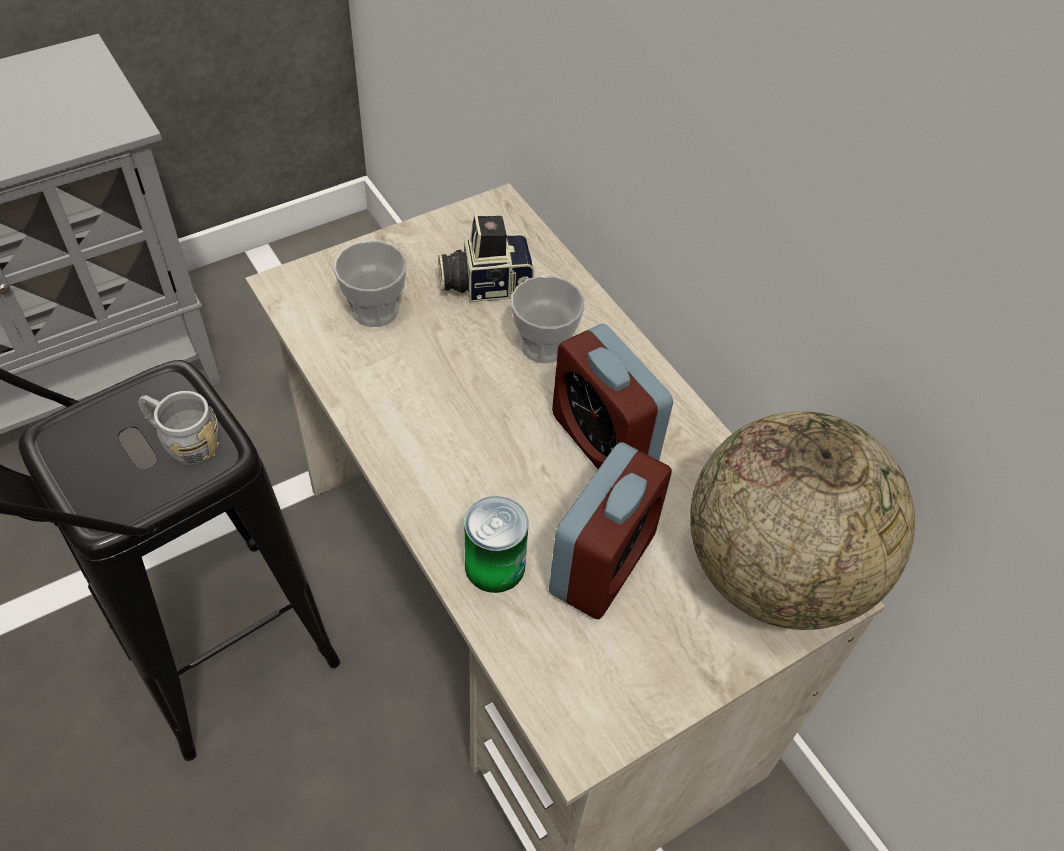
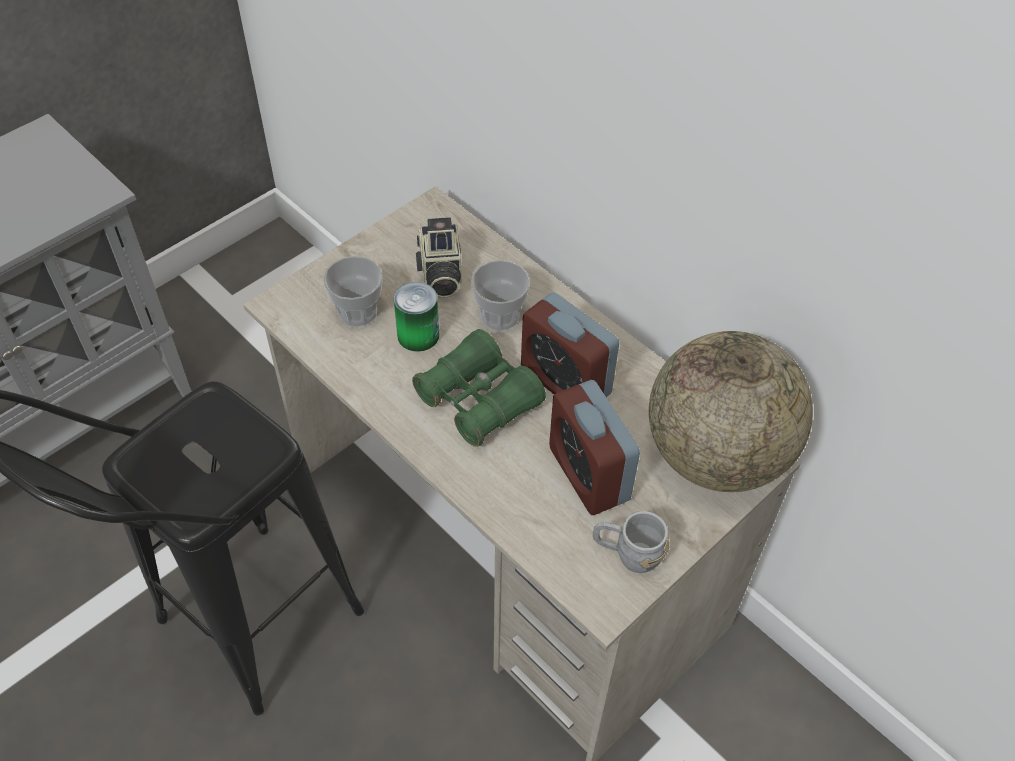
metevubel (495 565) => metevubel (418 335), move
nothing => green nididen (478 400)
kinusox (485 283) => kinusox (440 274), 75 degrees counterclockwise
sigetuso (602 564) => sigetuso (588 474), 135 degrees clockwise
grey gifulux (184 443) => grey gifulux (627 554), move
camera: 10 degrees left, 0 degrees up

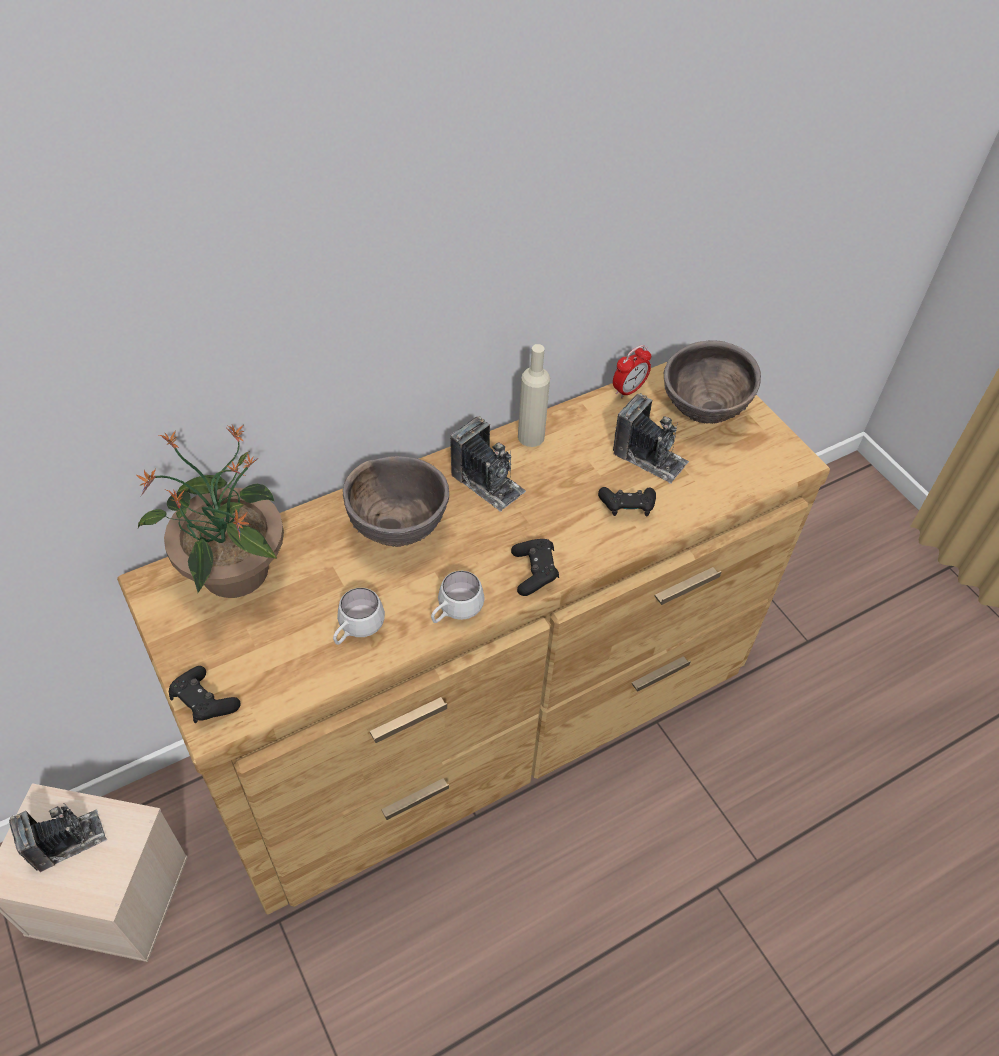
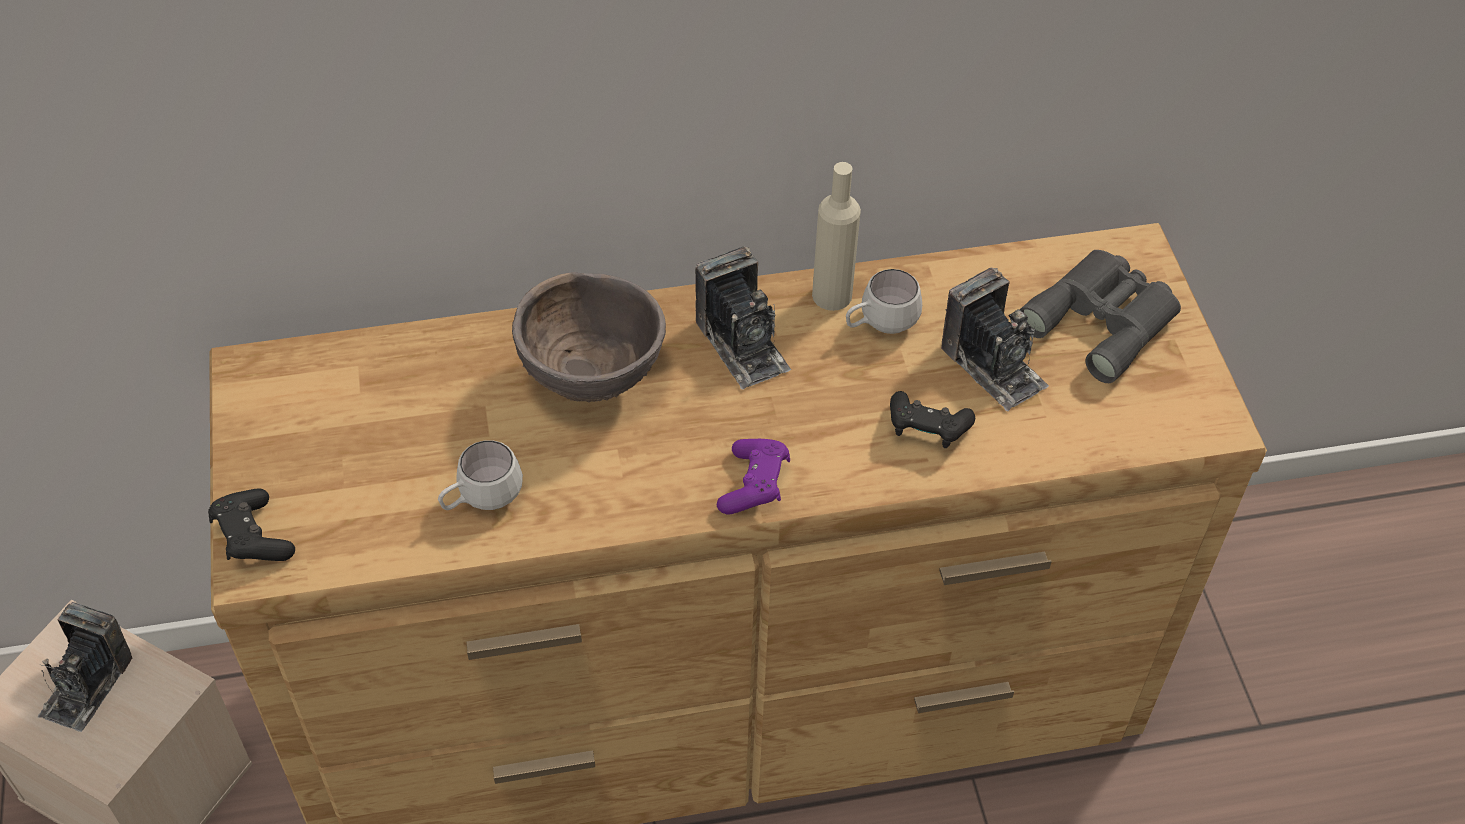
kinusox (67 840) => kinusox (87 685), 120 degrees clockwise
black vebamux (534 572) => purple vebamux (754 486)
white gifulux (455 612) => white gifulux (880 324), move
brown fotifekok (702 412) => grey nididen (1104 320)
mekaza (234 573) => nothing
sigetuso (628 390) => nothing
camera: 20 degrees right, 0 degrees up

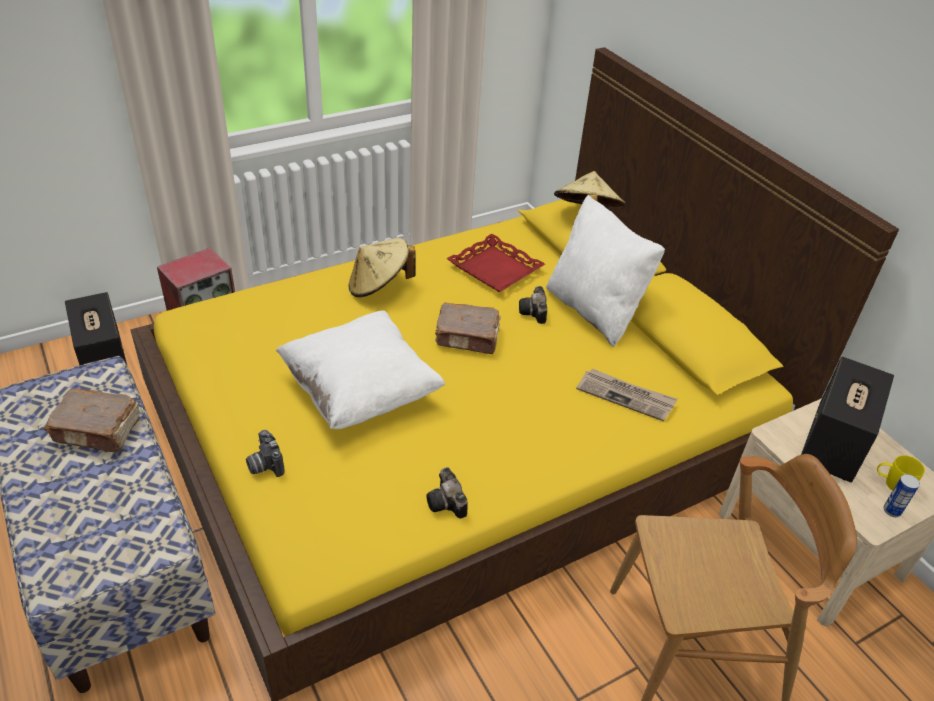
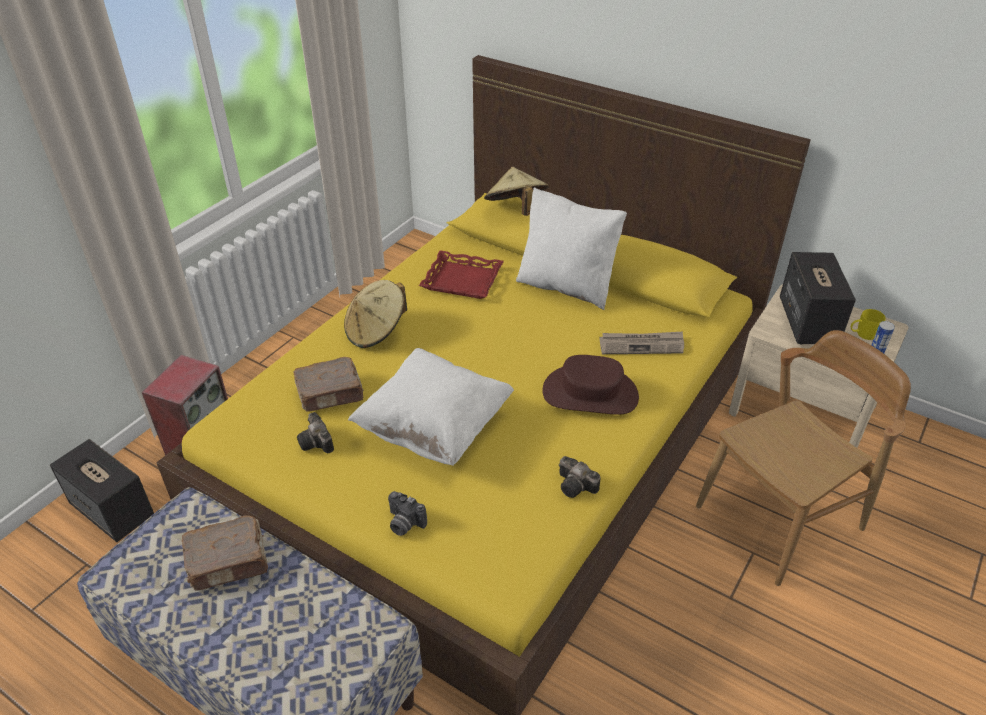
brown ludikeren (468 338) => brown ludikeren (331 394), move
kinusox (534 313) => kinusox (317 443), move
nothing => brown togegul (590 393)
camera: 25 degrees left, 0 degrees up

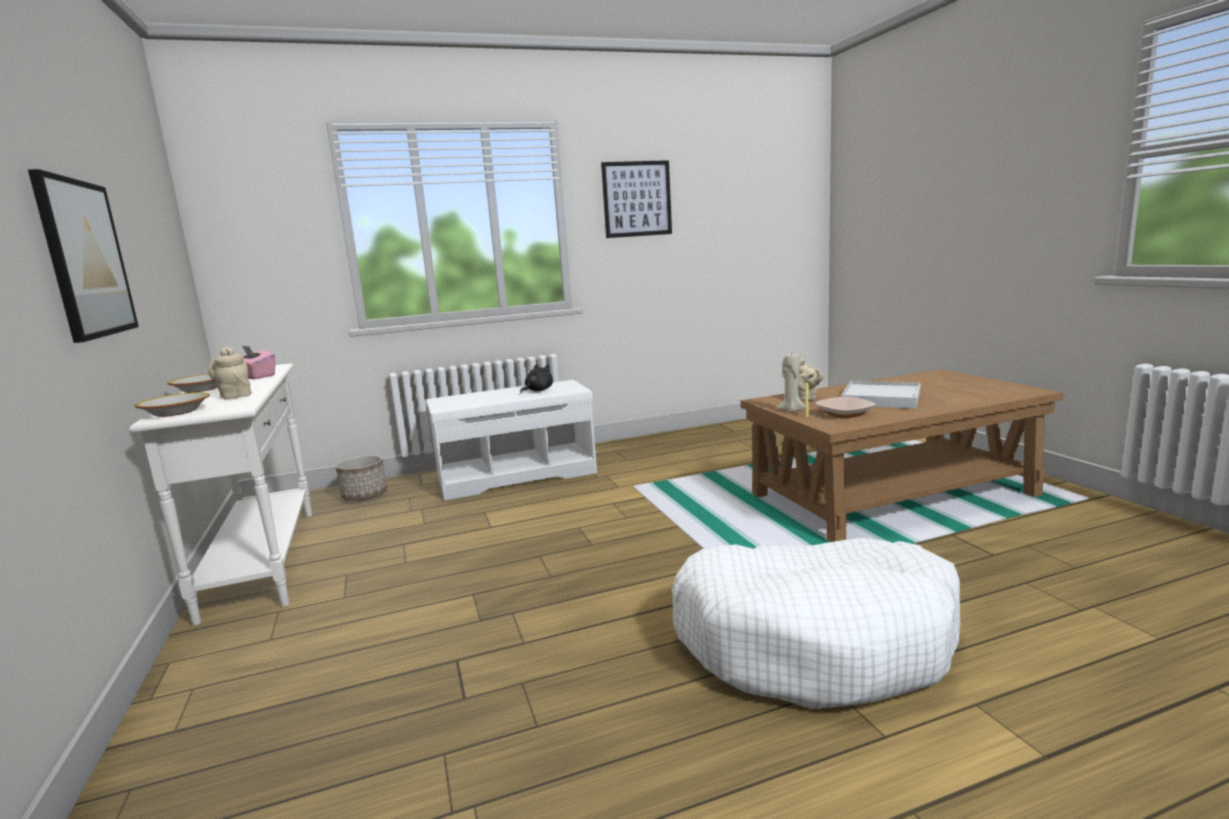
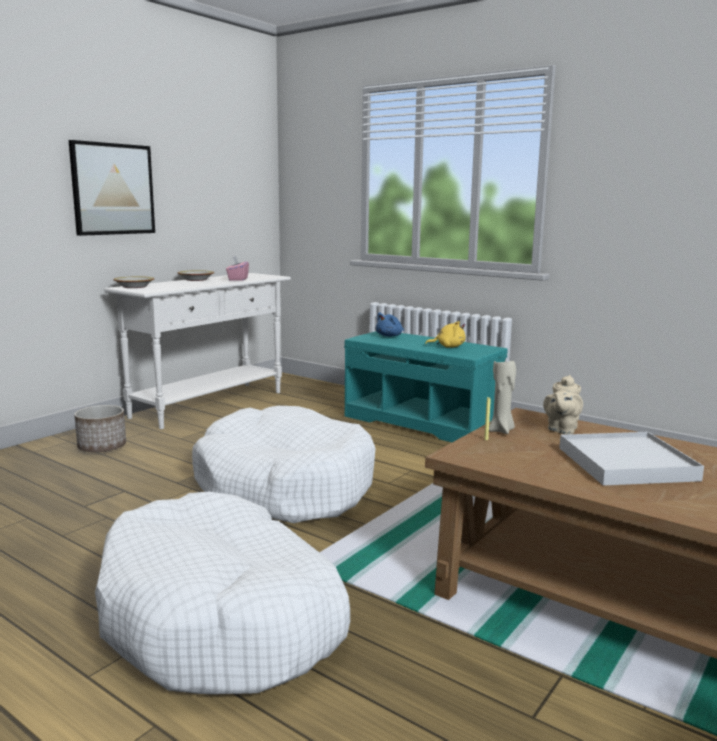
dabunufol (365 495) => dabunufol (102 447), move
nothing => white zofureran (284 486)
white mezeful (517 475) => turquoise mezeful (423 422)
nothing => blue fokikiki (390 336)
black fokikiki (537 390) => yellow fokikiki (448 347)
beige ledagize (235 396) => nothing
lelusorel (637 199) => nothing
fotifekok (844 414) => nothing
camera: 55 degrees right, 0 degrees up

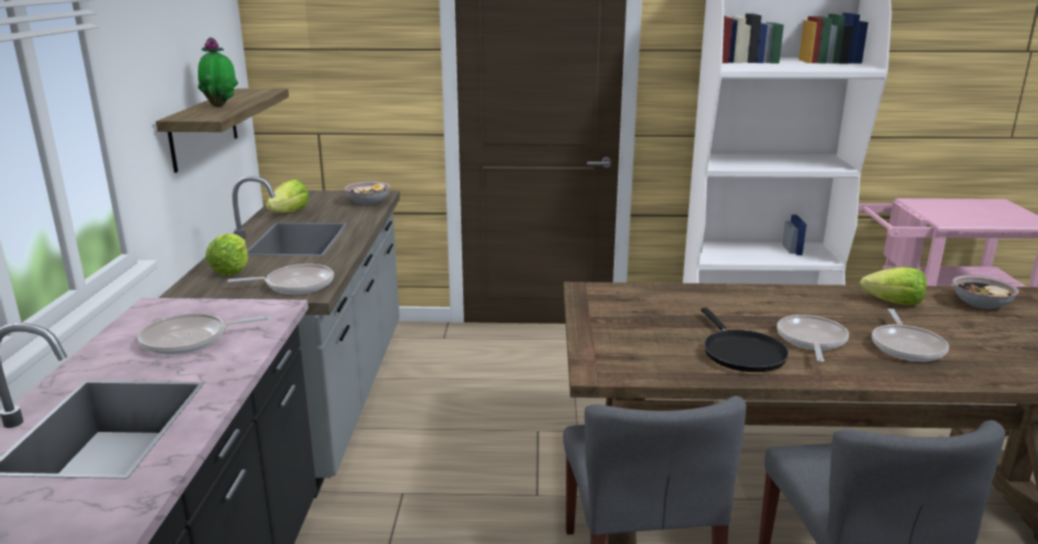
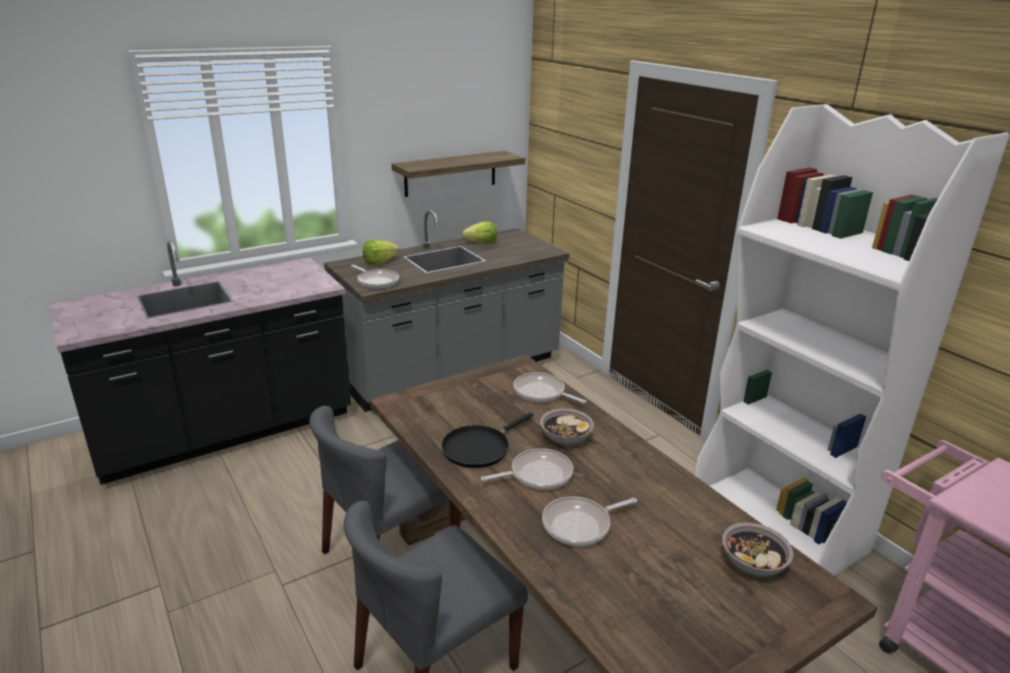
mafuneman (190 340) => mafuneman (541 393), move
fotifekok (368 202) => fotifekok (565 437), move
mekaza (221 106) => nothing
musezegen (894 302) => nothing
camera: 55 degrees right, 5 degrees up

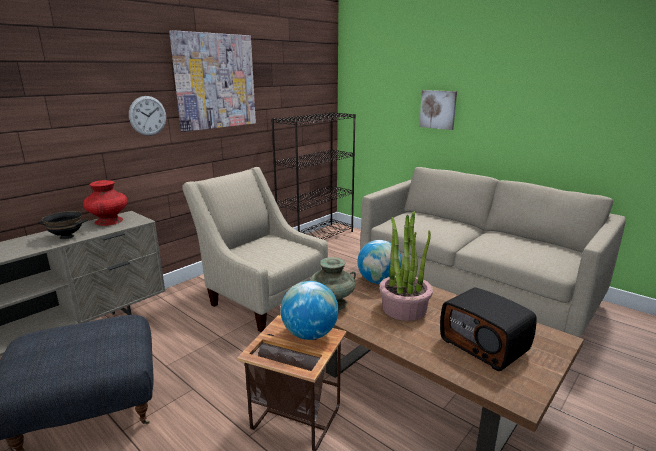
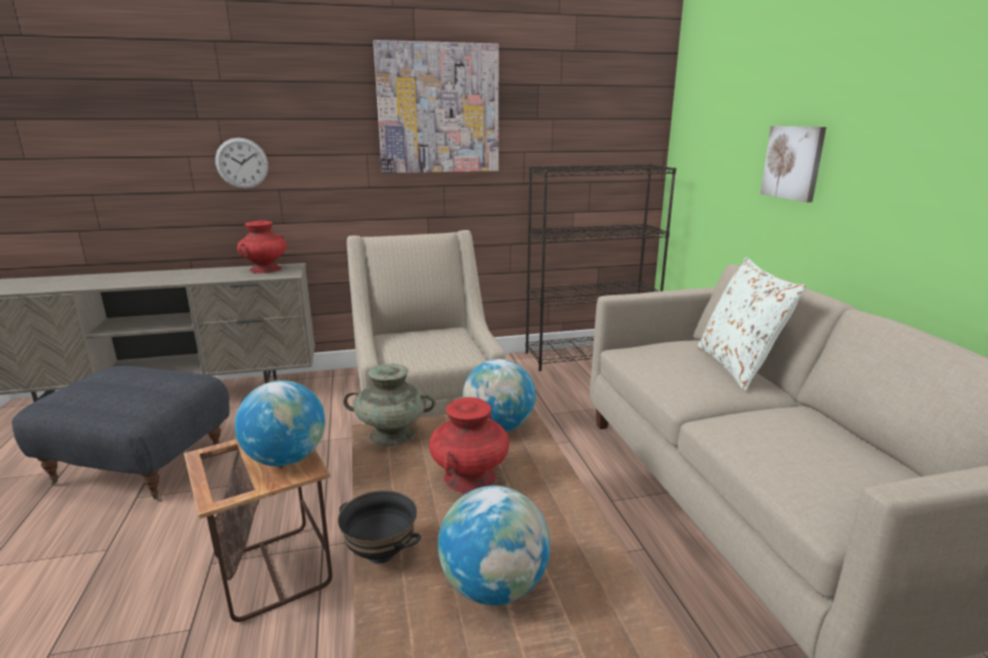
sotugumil (147 116) => sotugumil (242 163), move
black fotifekok (67 236) => black fotifekok (382 553), move
mekaza (404 308) => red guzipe (470 477)
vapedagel (484 345) => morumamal (494 587)
nothing => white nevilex (737 367)
camera: 35 degrees right, 0 degrees up

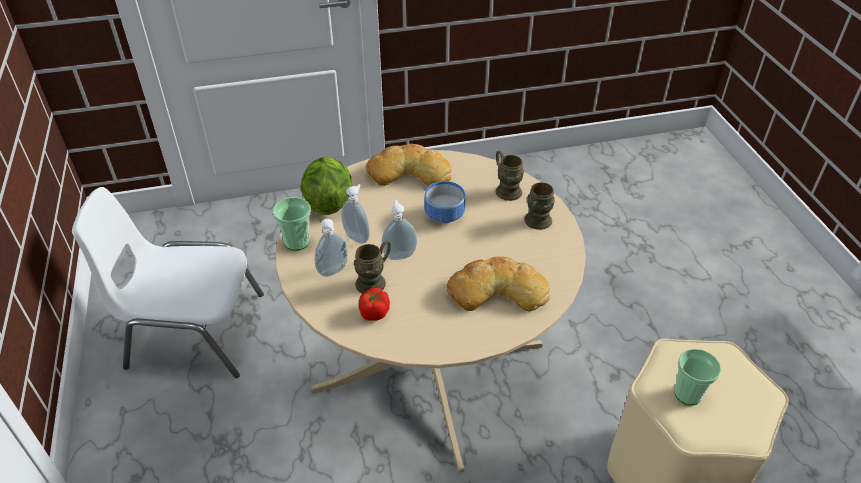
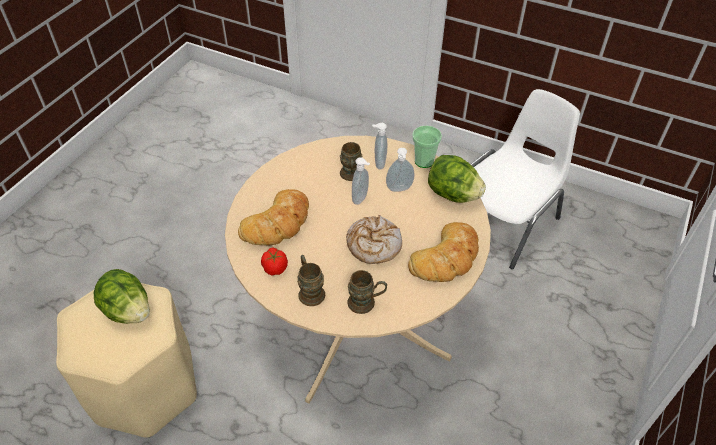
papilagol (687 394) => musezegen (128 311)
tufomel (374 313) => tufomel (275 268), move
fotifekok (445 216) => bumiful (373 245)
camera: 130 degrees right, 5 degrees up

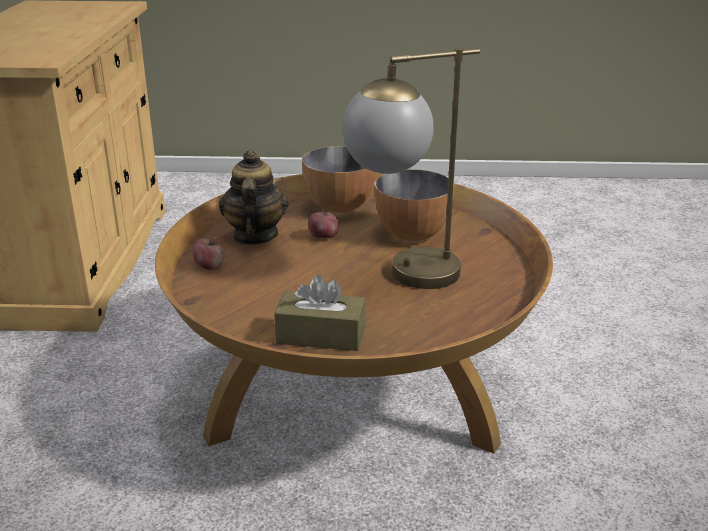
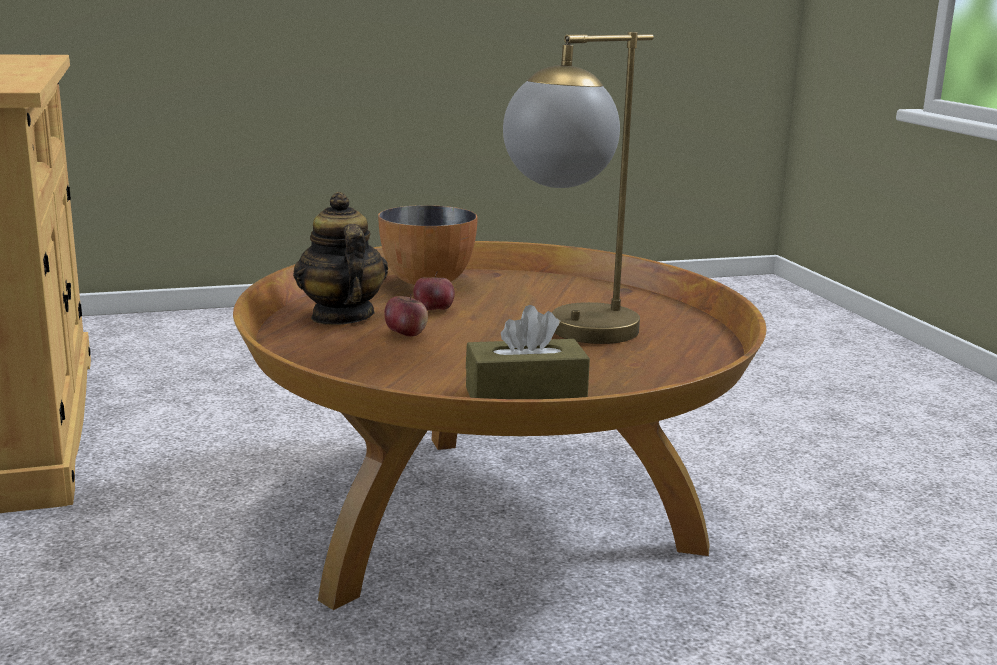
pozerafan (210 266) => pozerafan (406 334), move
fotifekok (412 234) => nothing
camera: 20 degrees left, 10 degrees down

